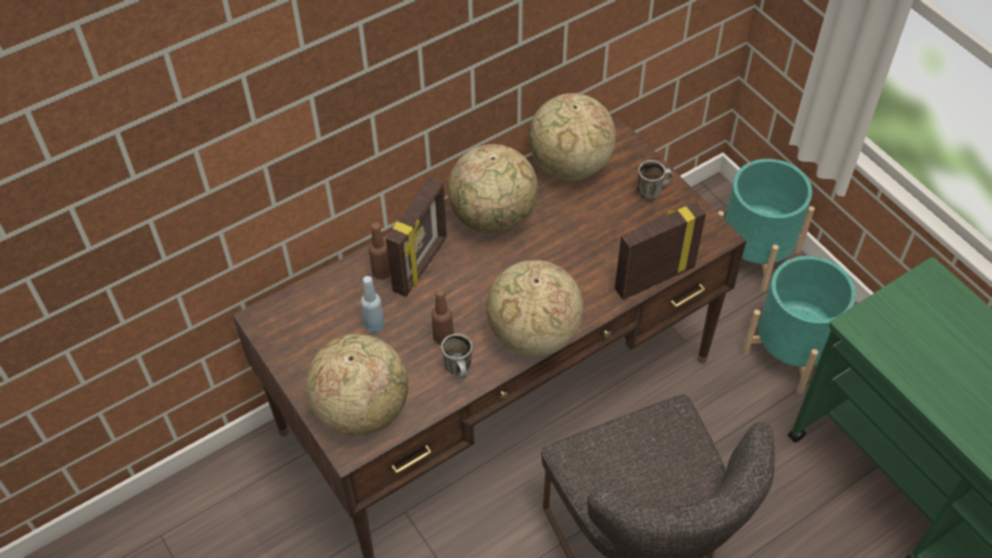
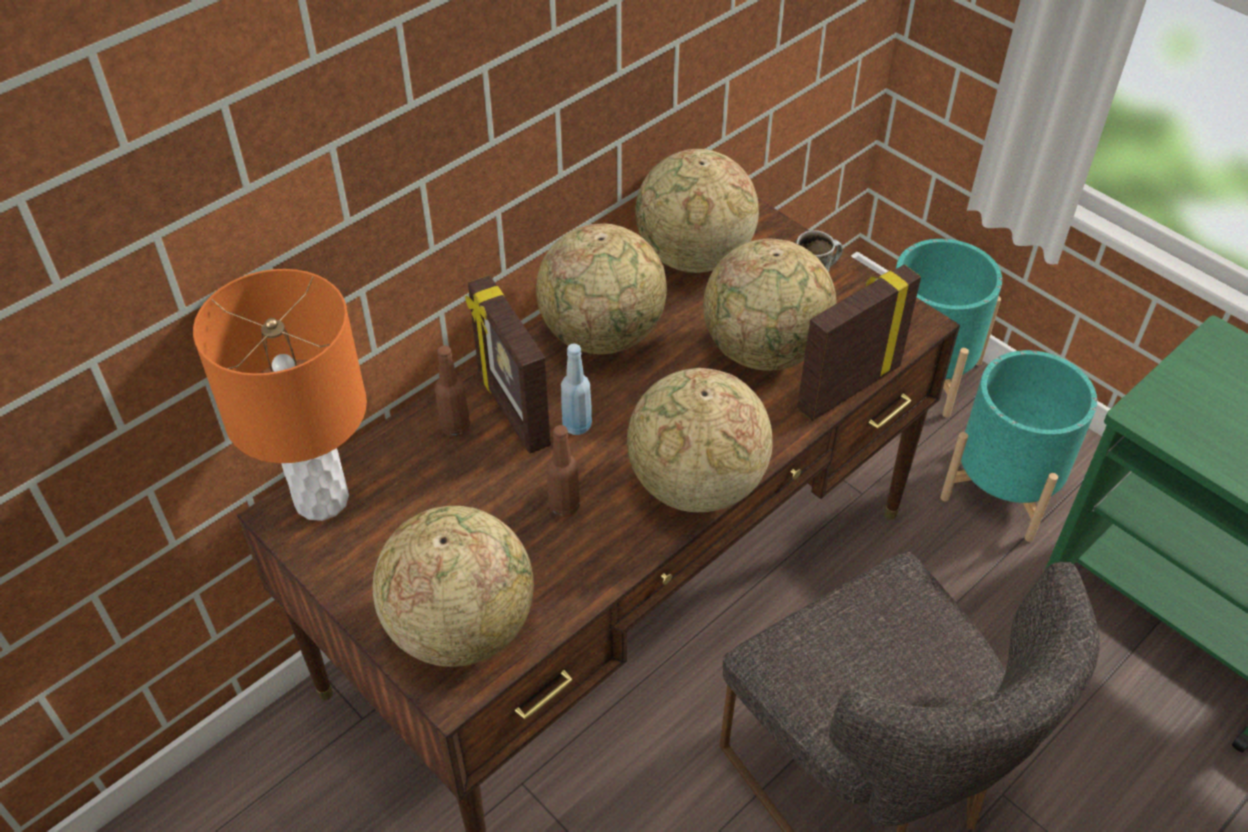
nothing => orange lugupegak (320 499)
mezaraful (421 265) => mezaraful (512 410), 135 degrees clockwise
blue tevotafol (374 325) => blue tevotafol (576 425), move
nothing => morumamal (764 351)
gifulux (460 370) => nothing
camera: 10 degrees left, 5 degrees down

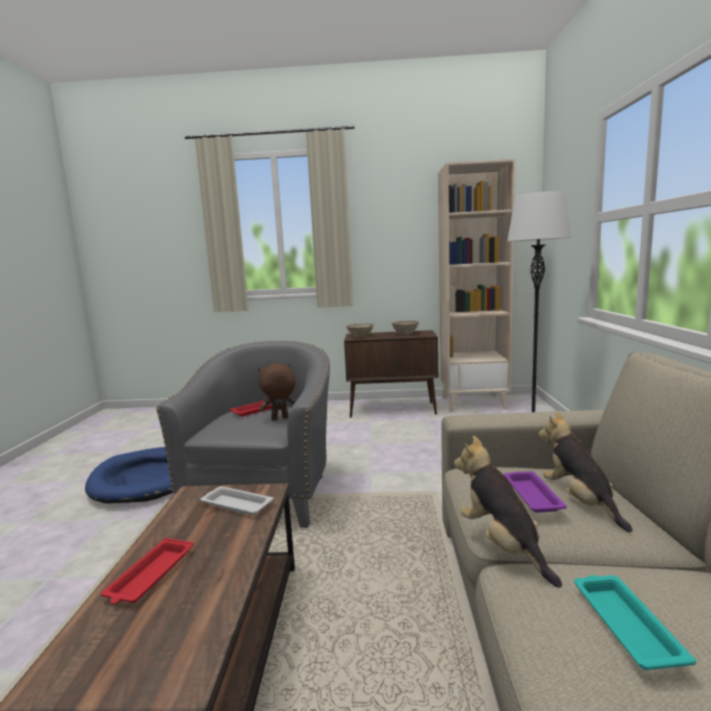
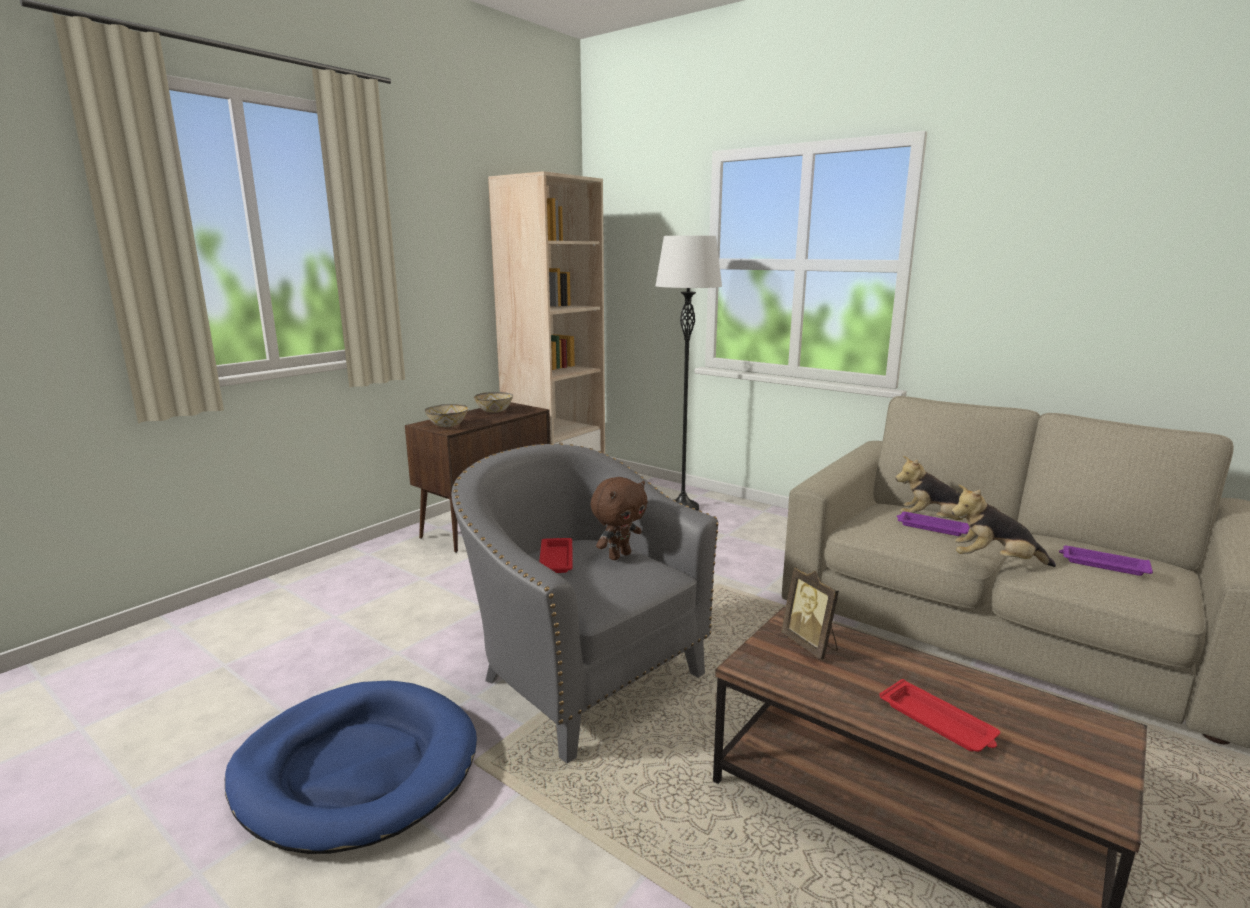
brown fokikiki (280 419) => brown fokikiki (619 555), 150 degrees counterclockwise
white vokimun (236 504) => mezaraful (810 645)
turquoise vokimun (625 624) => purple vokimun (1102 564)
camera: 55 degrees left, 5 degrees up

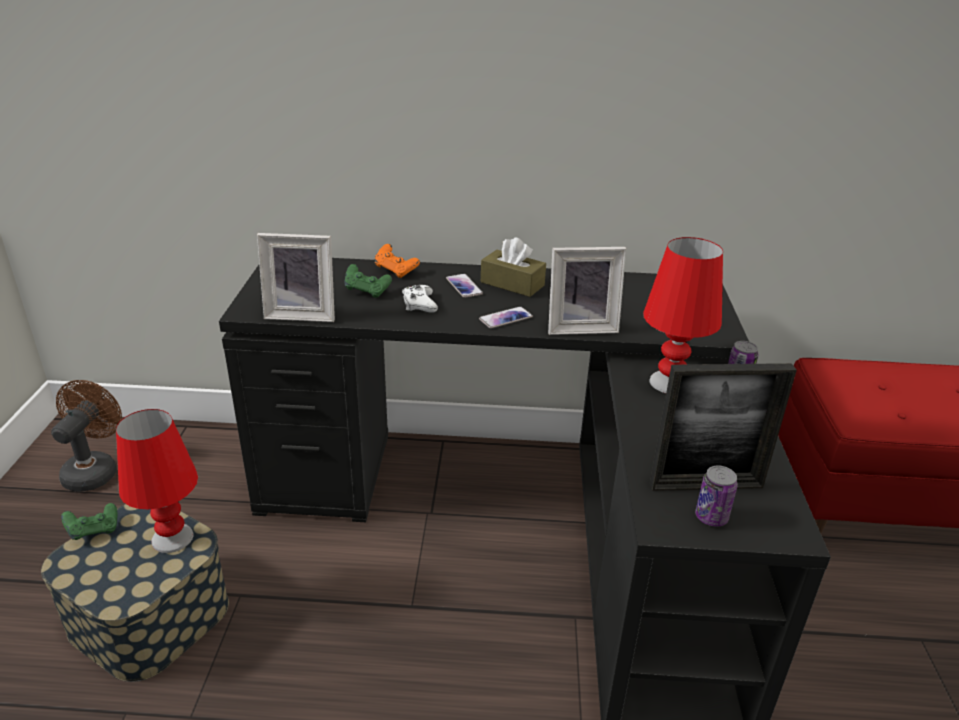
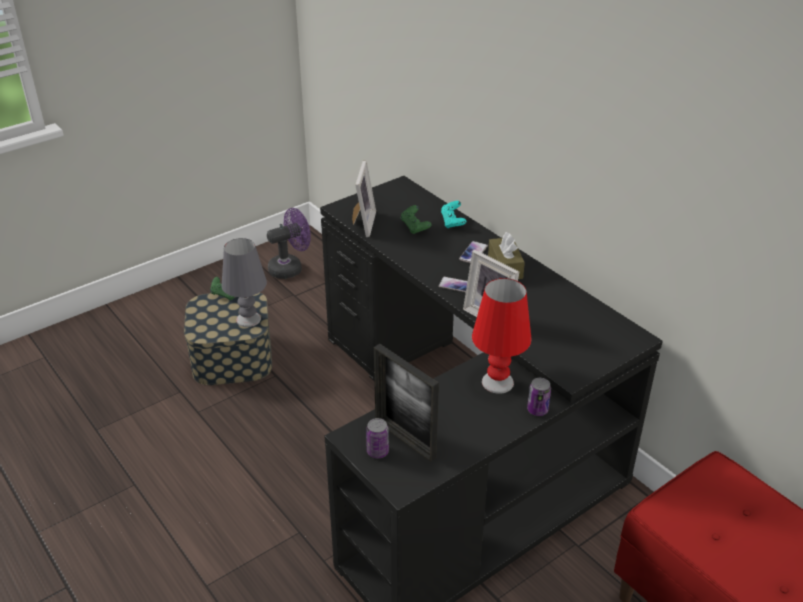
red lugupegak (172 537) => grey lugupegak (248 319)
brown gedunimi (94 470) => purple gedunimi (290 268)
mezaraful (302 313) => mezaraful (362 223), 135 degrees counterclockwise
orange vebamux (396 271) => turquoise vebamux (453 222)
white vebamux (419 304) => nothing
camera: 50 degrees right, 5 degrees up

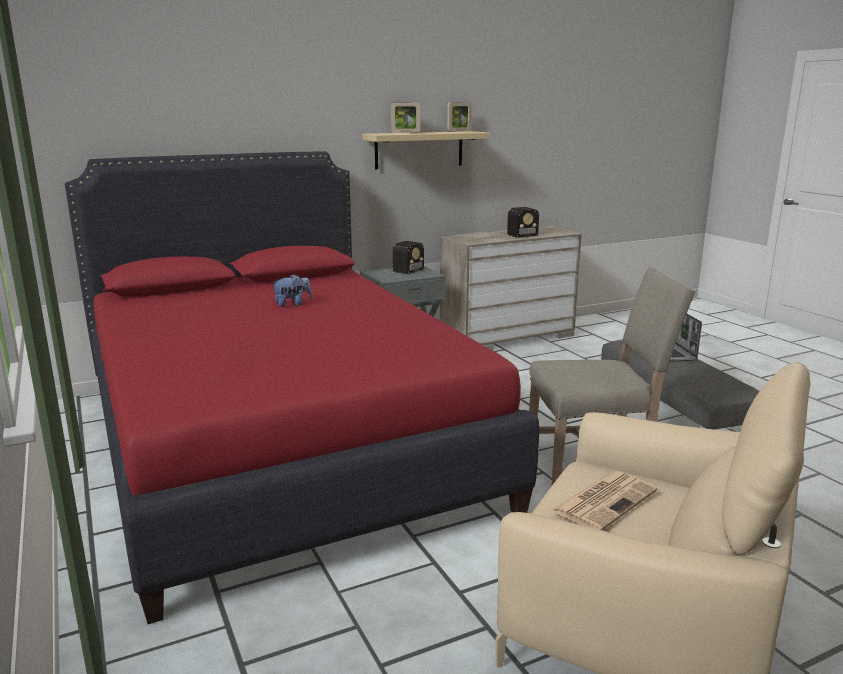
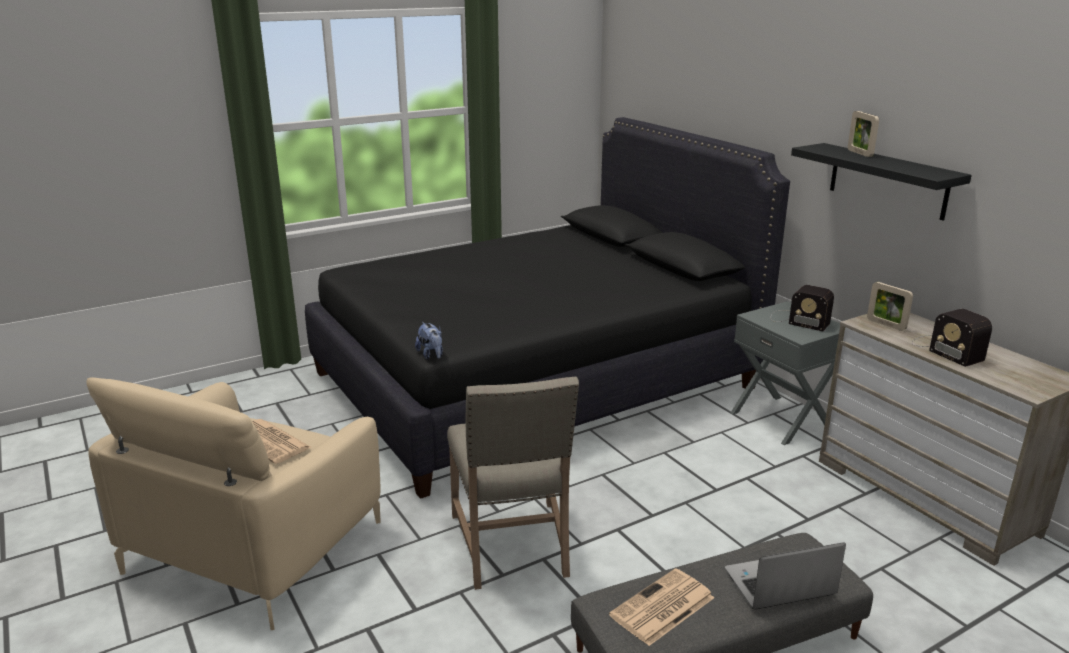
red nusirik (280 445) => black nusirik (533 380)
fokikiki (292 304) => fokikiki (431 355), move
nothing => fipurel (662 608)
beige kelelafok (419 150) => black kelelafok (888 181)
mezaraful (459 131) => mezaraful (886 324), move
camera: 85 degrees right, 5 degrees up

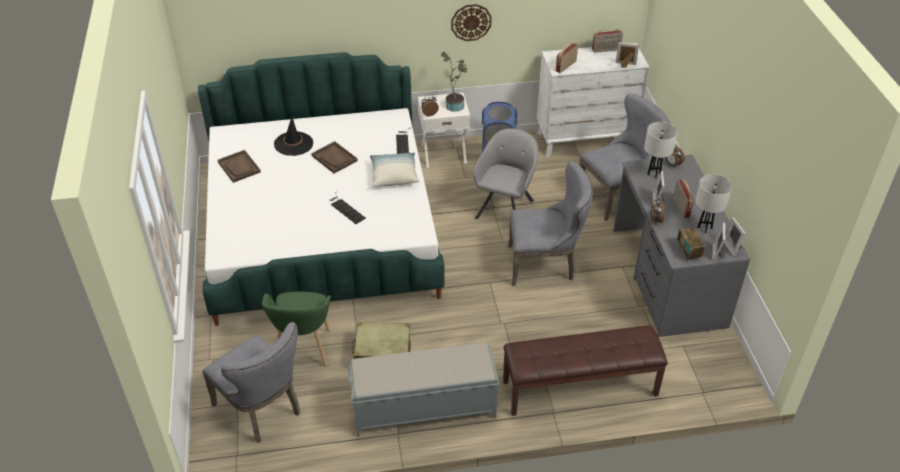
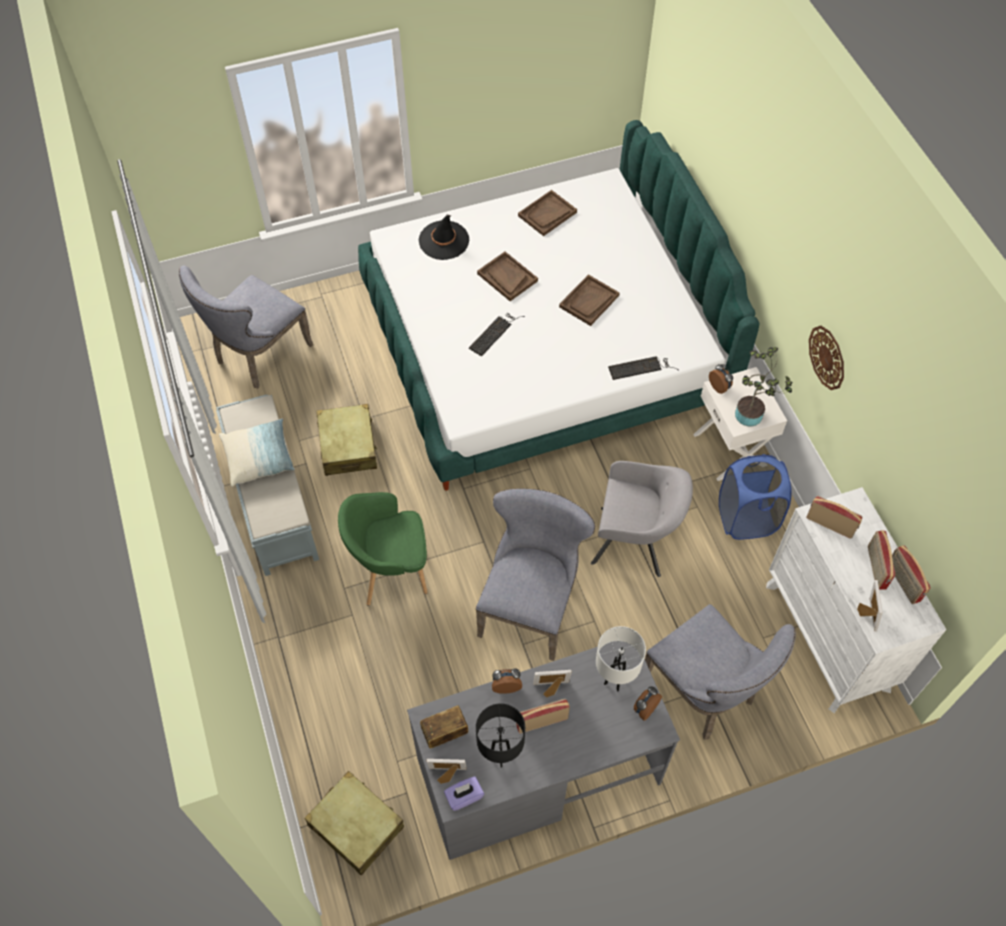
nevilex (394 175) => nevilex (259 458), move
nothing => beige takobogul (356 826)
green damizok (304 349) => green damizok (390 572), move
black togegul (293 144) => black togegul (444 240), move
mezaraful (732 247) => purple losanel (464 796)
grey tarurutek (545 264) => grey tarurutek (530 604), 150 degrees counterclockwise
white lugupegak (704 228) => black lugupegak (500 756)
nothing => brown vokimun (507 277)
nothing => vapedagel (875 568)
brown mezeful (579 388) => nothing
camera: 80 degrees right, 15 degrees up

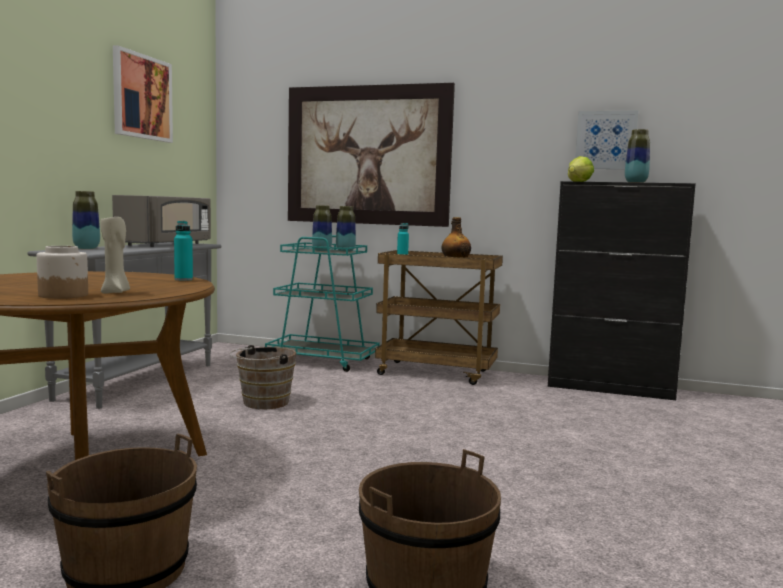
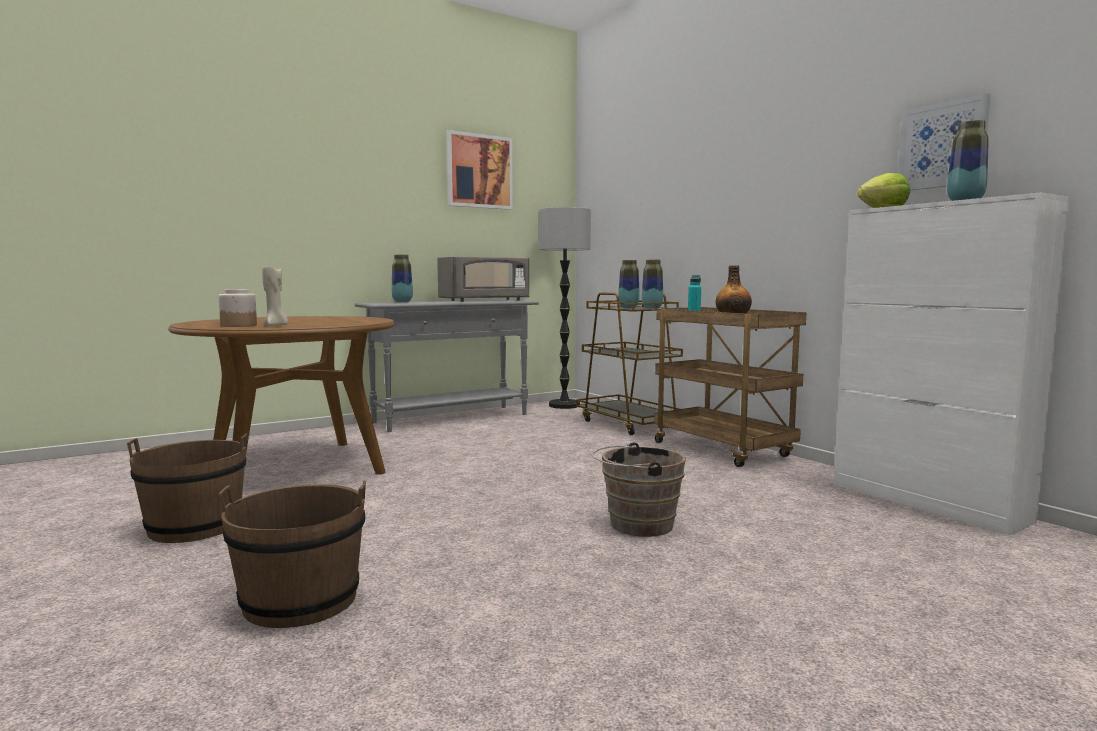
nothing => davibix (564 405)
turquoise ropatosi (323 361) => brown ropatosi (629 424)
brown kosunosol (262 403) => brown kosunosol (636 525), move
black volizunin (610 388) => white volizunin (927 502)
turquoise tevotafol (183 279) => nothing
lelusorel (367 155) => nothing
camera: 40 degrees right, 0 degrees up

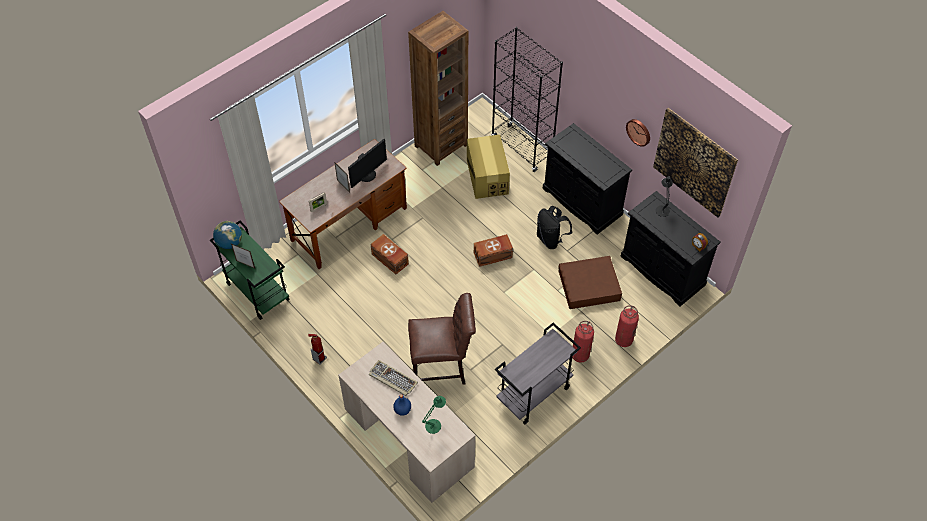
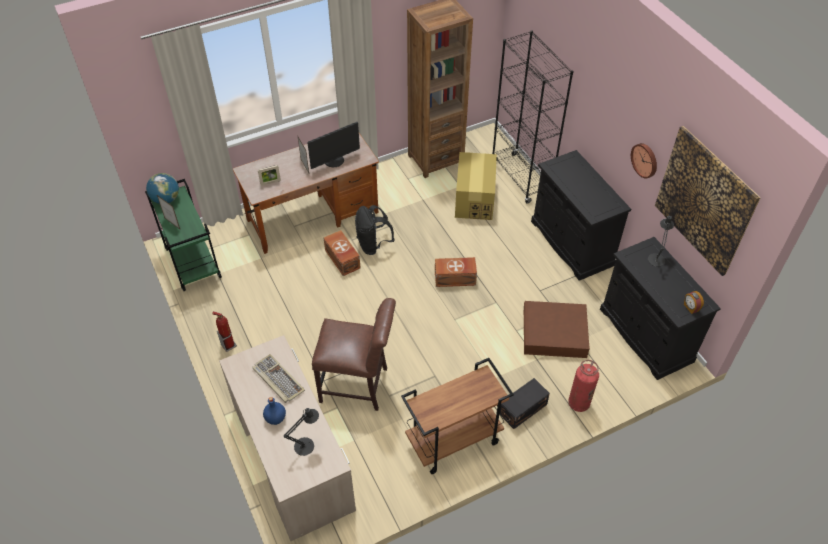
green lugupegak (435 424) => black lugupegak (307 445)
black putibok (551 239) => black putibok (373 245), move
grey ropatosi (533 394) => brown ropatosi (453 441)
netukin (580 355) => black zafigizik (521 409)
camera: 15 degrees right, 5 degrees down

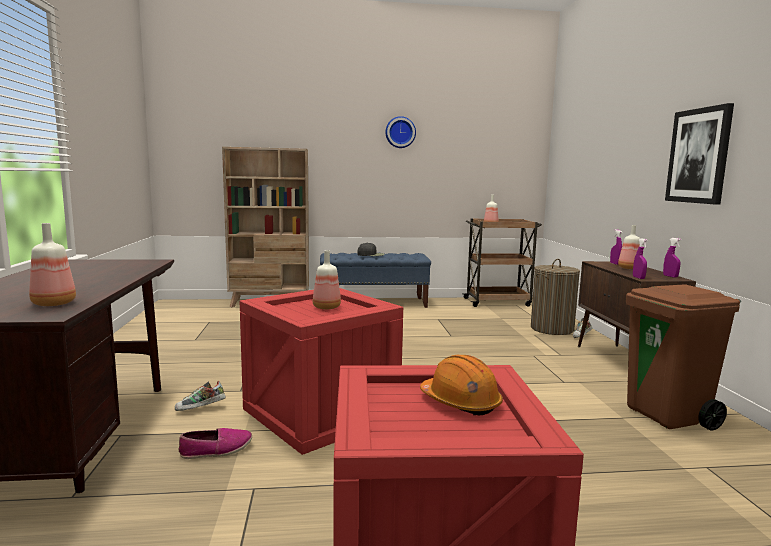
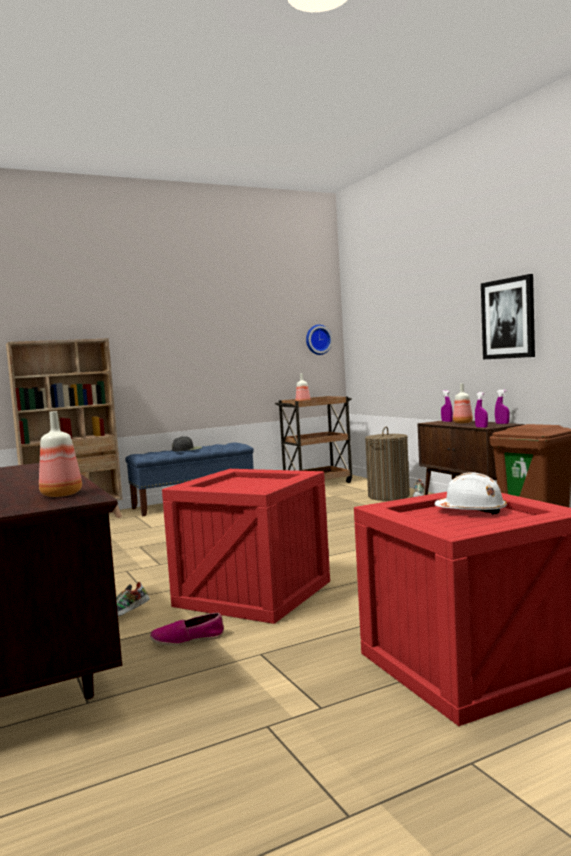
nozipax (216 450) => nozipax (188 639), 150 degrees counterclockwise
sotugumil (400 132) => sotugumil (317 339), move
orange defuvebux (460 402) => white defuvebux (471 511)
tevotafol (326 307) => nothing
camera: 20 degrees left, 5 degrees down

